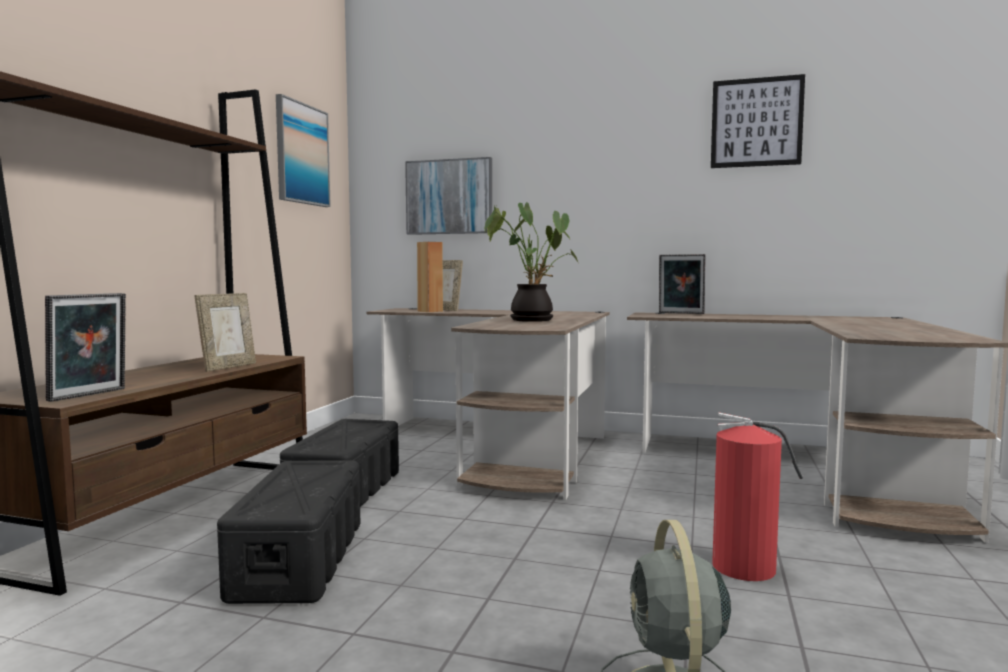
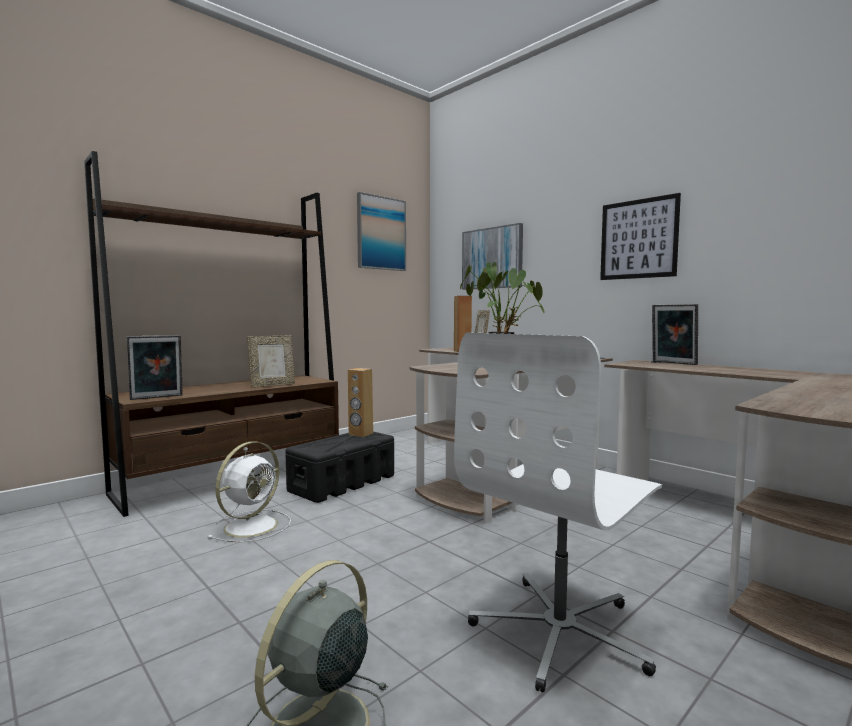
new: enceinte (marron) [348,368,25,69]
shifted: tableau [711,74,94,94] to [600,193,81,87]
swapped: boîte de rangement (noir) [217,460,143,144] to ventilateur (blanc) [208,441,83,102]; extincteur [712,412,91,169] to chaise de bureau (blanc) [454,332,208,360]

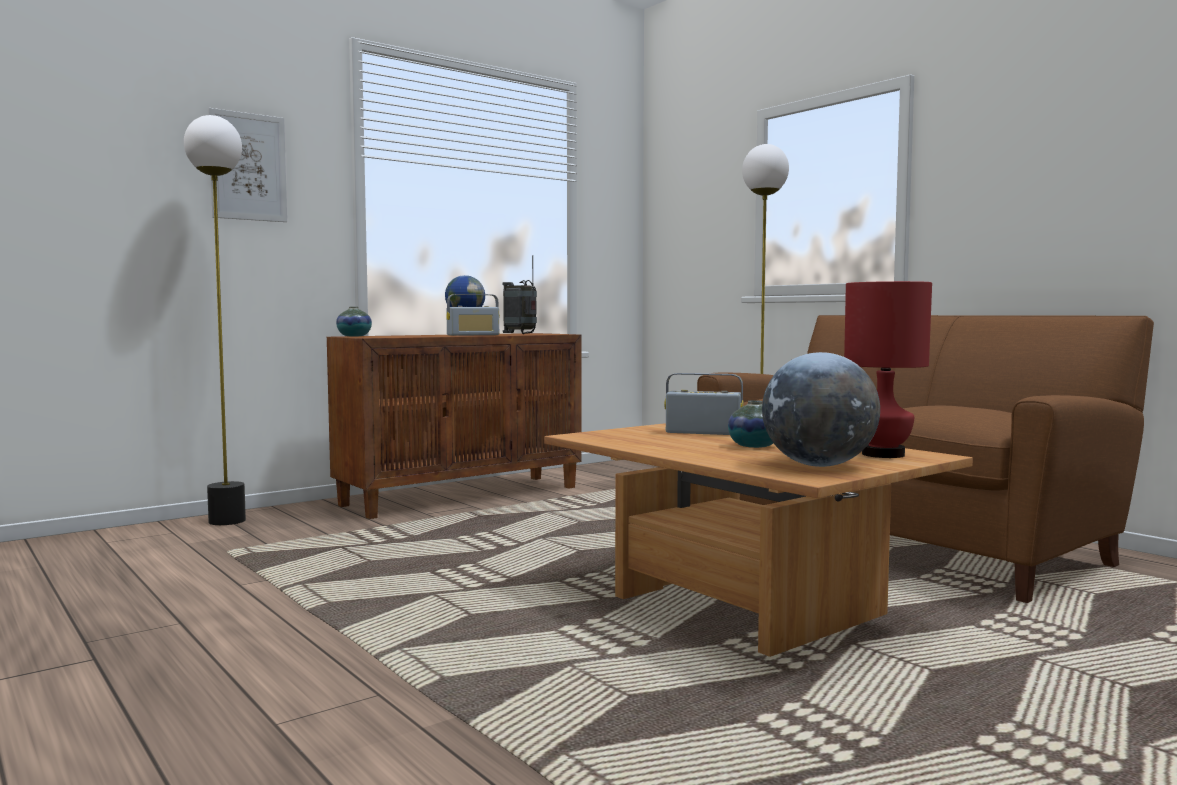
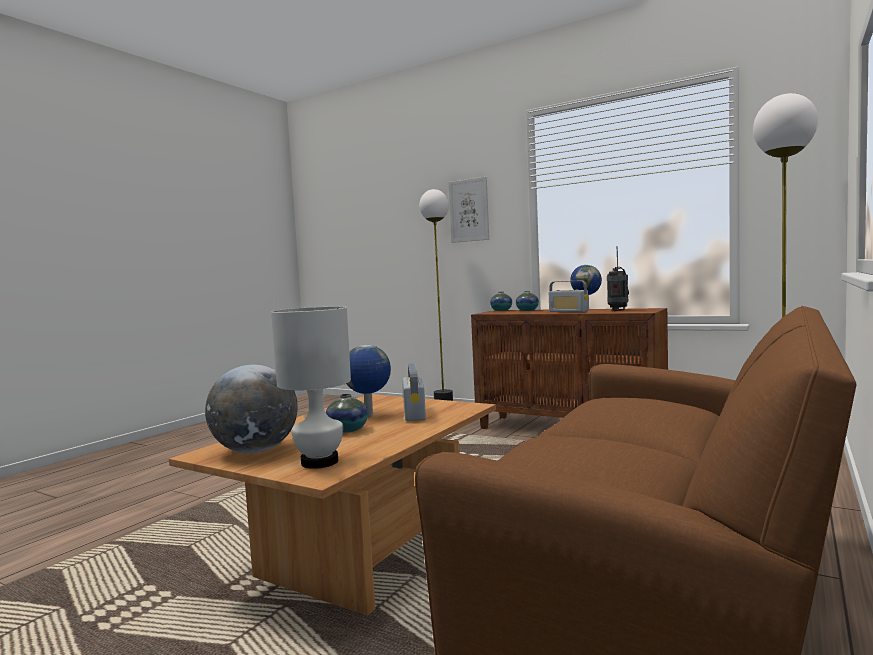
new: globe [346,345,45,72]; vase [516,291,23,20]
repainted: lampe de table (rouge) [844,281,88,177] to lampe de table (blanc) [271,307,80,162]

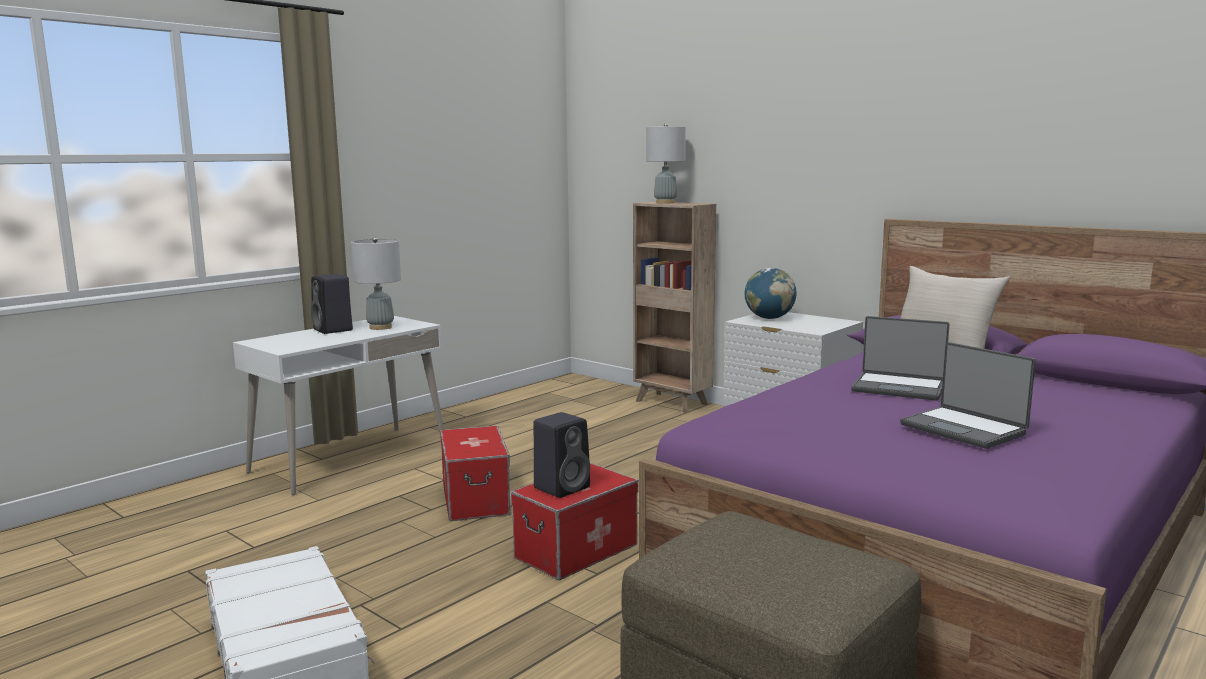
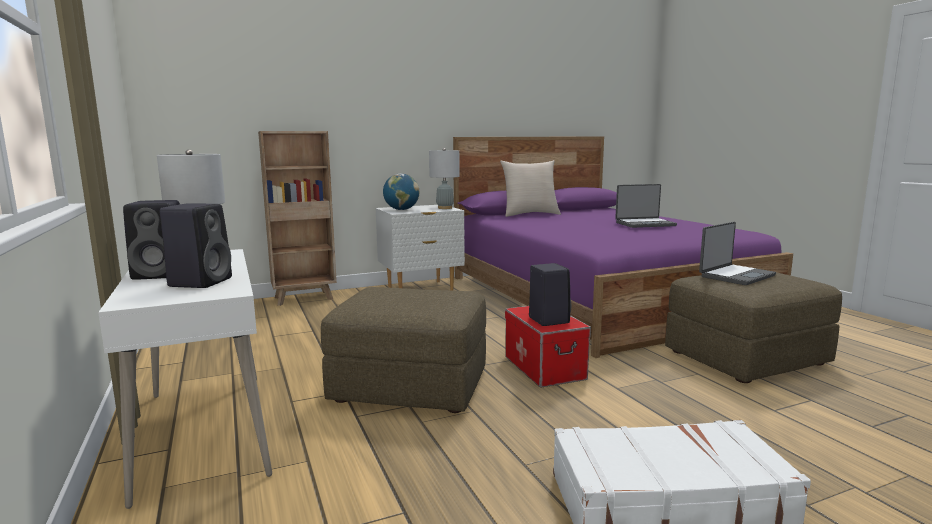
new: enceinte (noir) [160,203,72,85]
shifted: lampe de table (gris) [646,123,40,81] to [429,148,31,61]; ordinateur portable [851,316,99,85] to [699,222,77,63]
swapped: boîte de rangement [440,426,71,95] to pouf (marron) [321,287,165,126]

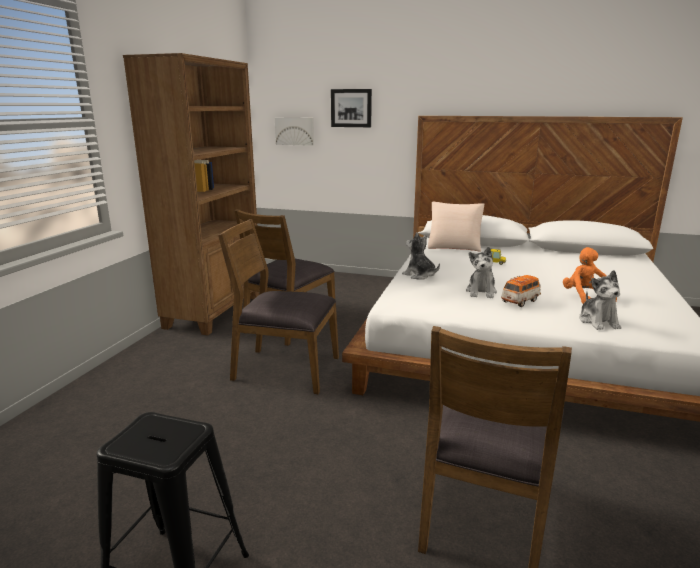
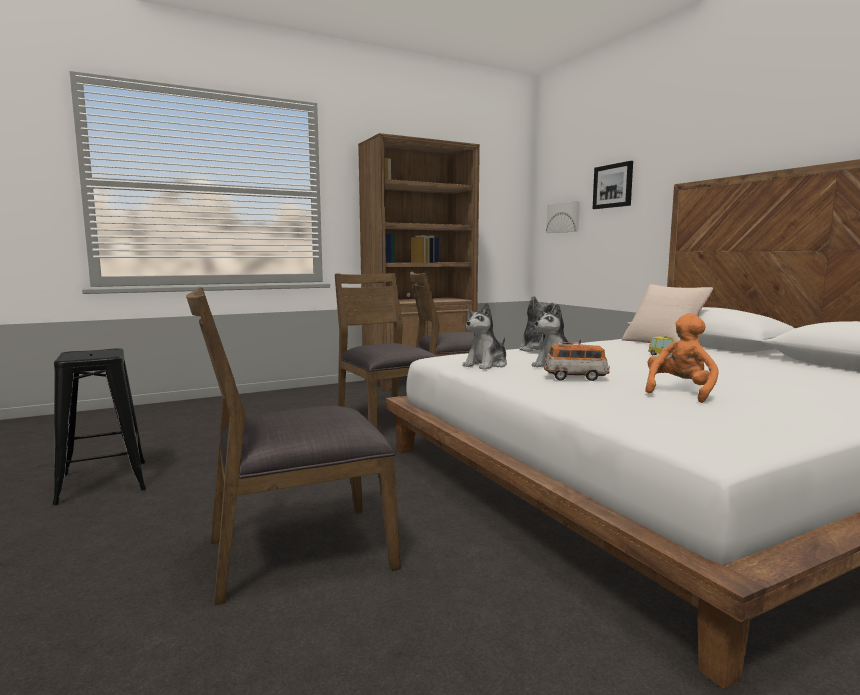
shifted: peluche [579,270,42,60] to [462,303,45,67]

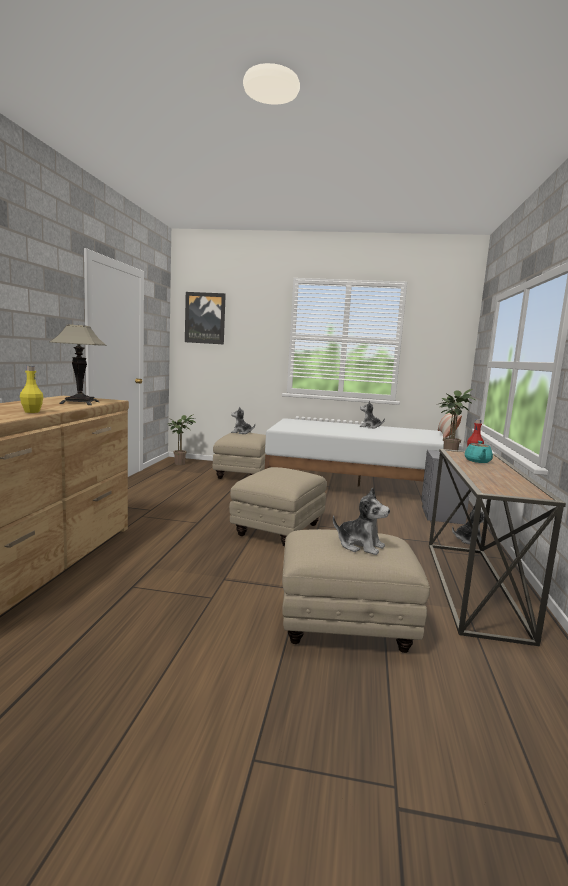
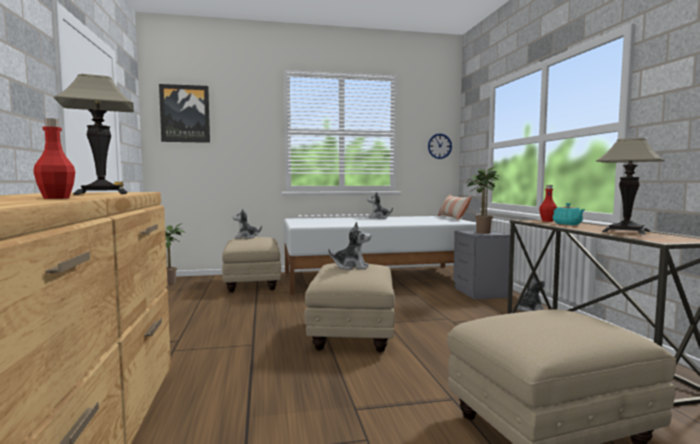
new: horloge murale [428,133,24,26]; lampe de table [596,138,69,97]
shifted: peluche [333,488,57,67] to [328,222,43,48]
repainted: bouteille (jaune) [20,366,23,47] to bouteille (rouge) [33,118,42,81]

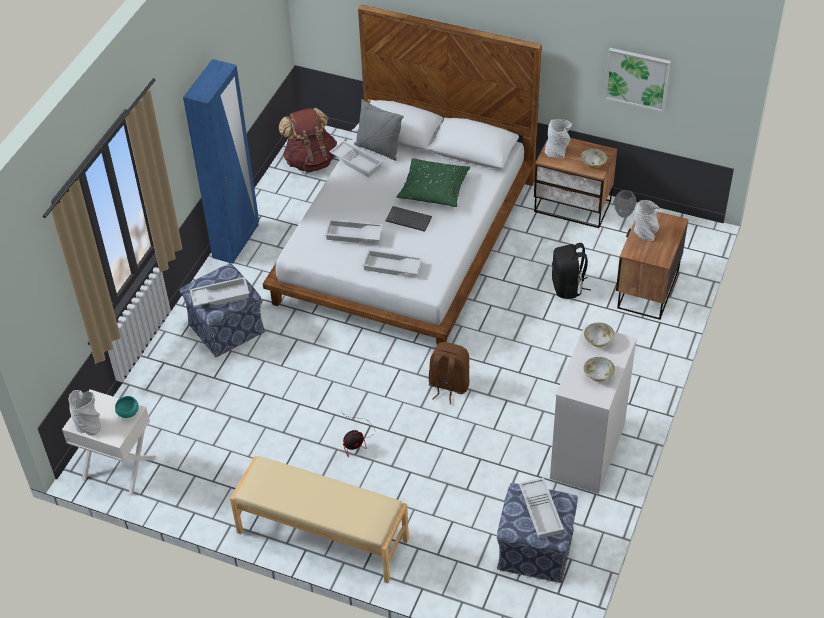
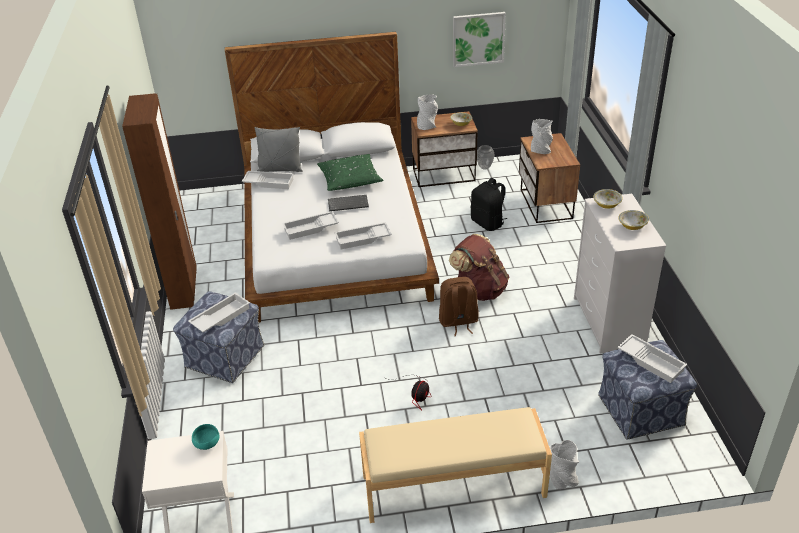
shifted: sac à dos (marron) [278,108,59,64] to [449,234,60,67]; vase (gris) [69,390,32,46] to [550,440,29,49]
repainted: armoire (bleu) [183,59,76,205] to armoire (marron) [122,93,75,217]

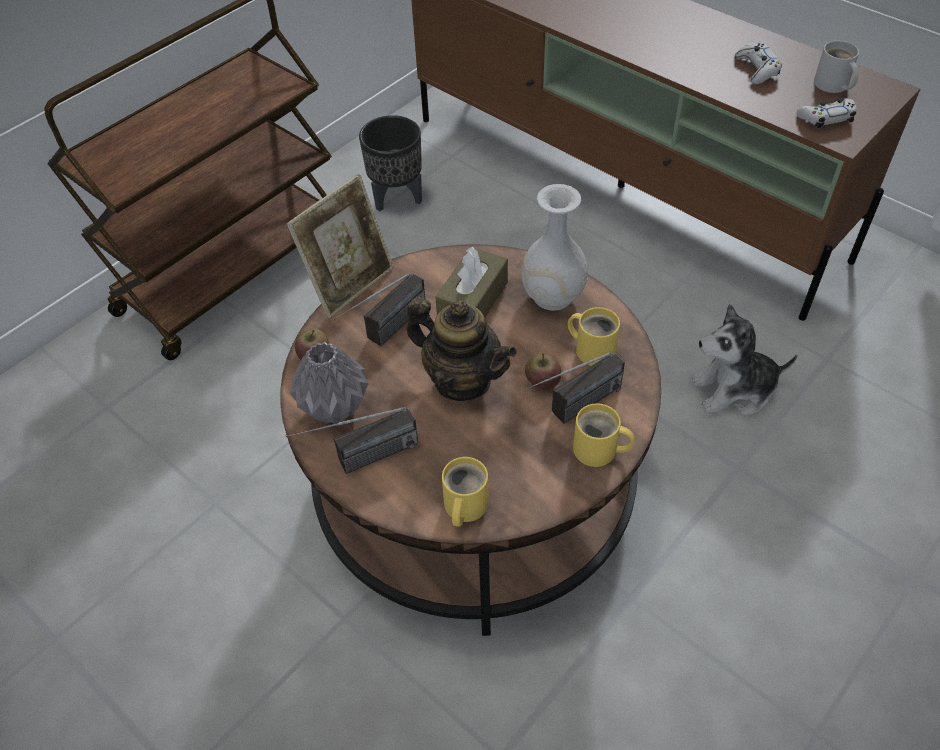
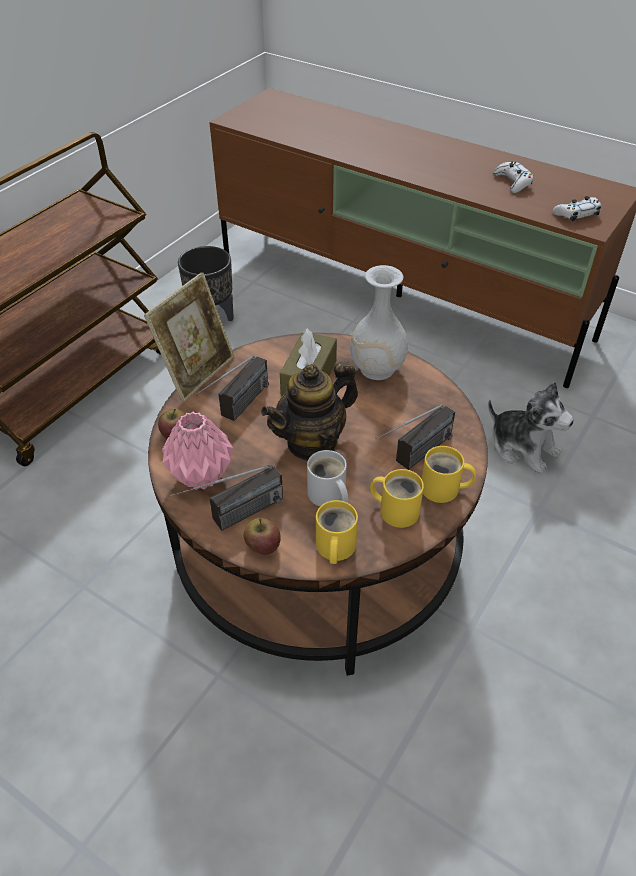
shifted: pomme [525,354,36,36] to [244,518,37,37]; mug (blanc) [814,40,45,53] to [307,450,41,56]; mug (jaune) [568,307,52,59] to [370,469,54,59]
repainted: vase (gris) [290,342,79,82] to vase (rose) [162,412,71,78]
rotated: théière [407,297,110,104] = [261,361,97,100] 120 degrees clockwise; peluche [691,304,107,112] = [488,381,86,93] 120 degrees counterclockwise

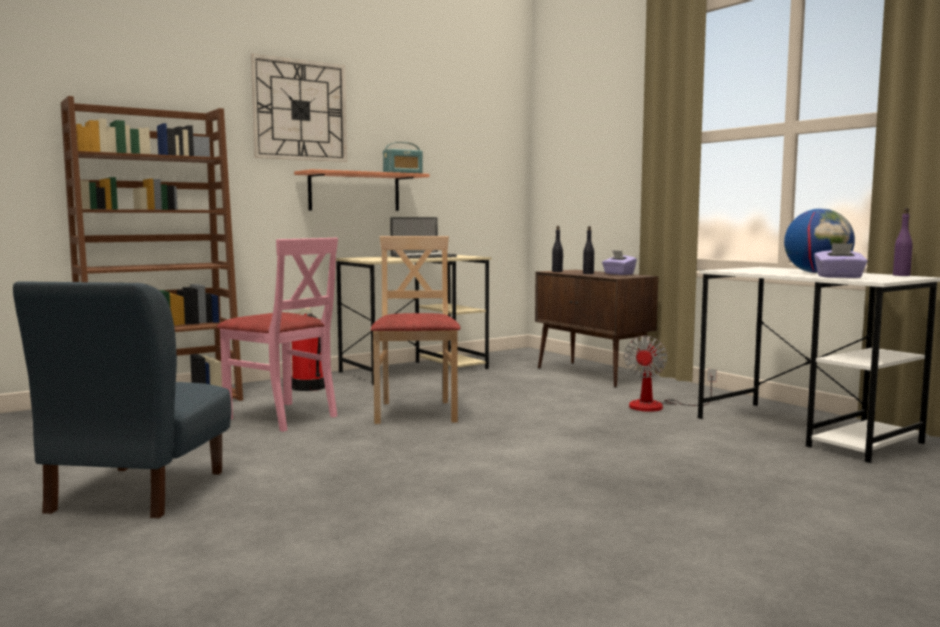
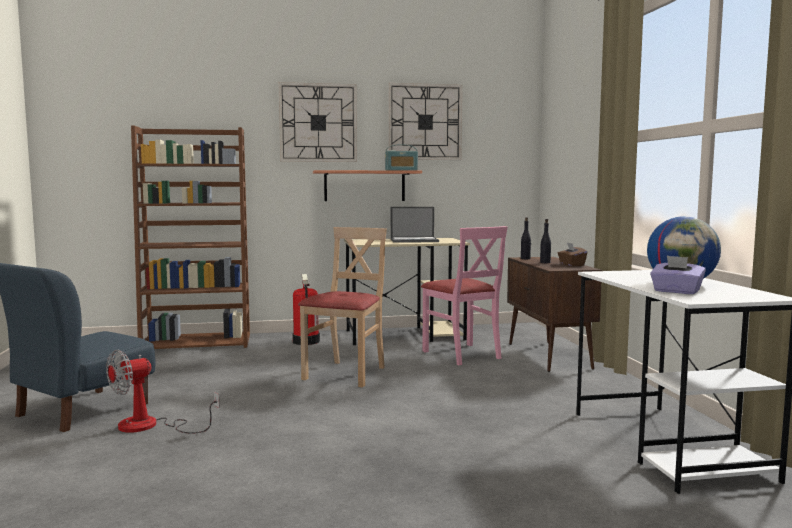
gone: bouteille (violet) [893,208,20,68]
new: horloge murale [388,83,74,77]
shifted: ventilateur [624,336,93,76] to [106,349,113,84]; chaise (rose) [217,238,121,194] to [421,226,87,139]
repainted: boîte à mouchoirs (violet) [602,250,35,25] to boîte à mouchoirs (marron) [558,242,29,24]

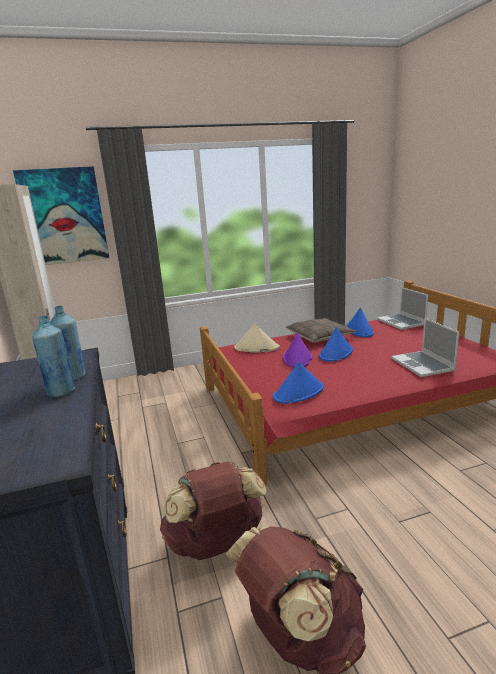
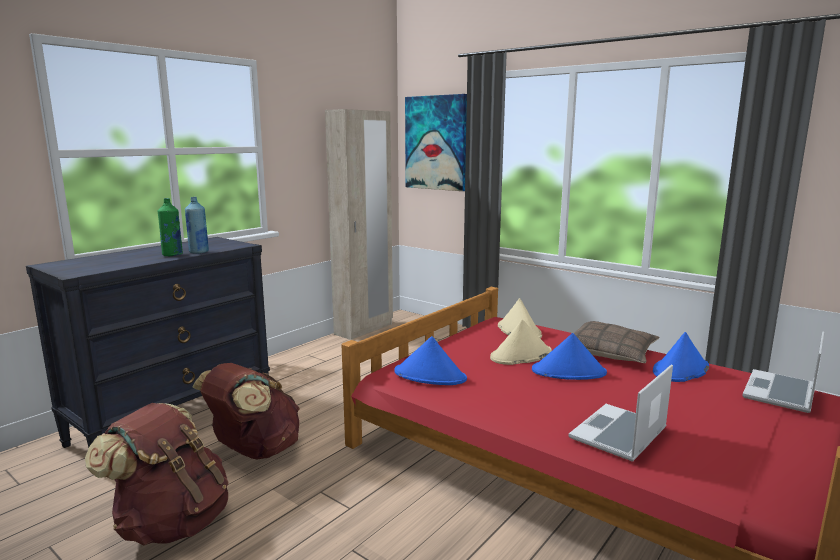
repainted: bouteille (bleu) [32,316,43,81] to bouteille (vert) [158,198,25,58]; chapeau (violet) [283,332,29,36] to chapeau (beige) [490,319,62,46]

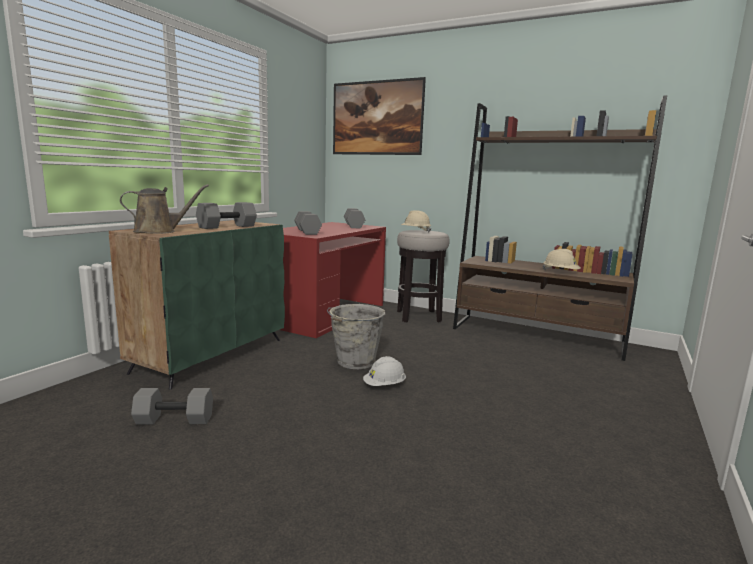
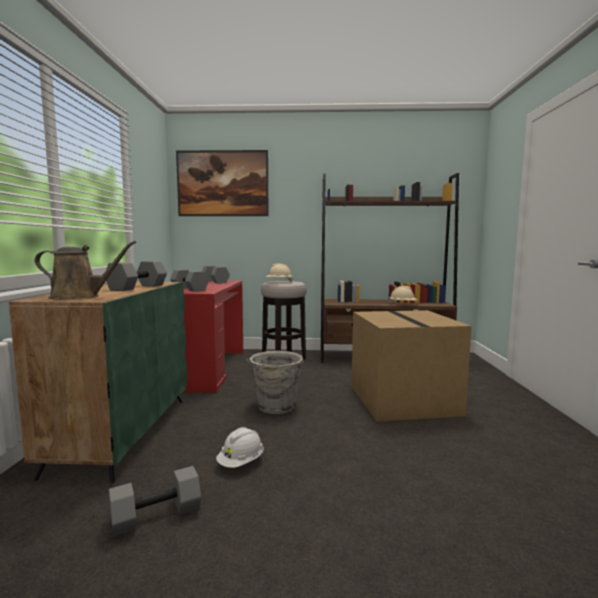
new: carton [351,310,121,111]
shifted: casque de chantier (blanc) [363,356,43,30] to [216,427,48,41]
rotated: arrosoir (marron) [120,184,89,50] = [35,241,101,59] 45 degrees clockwise

